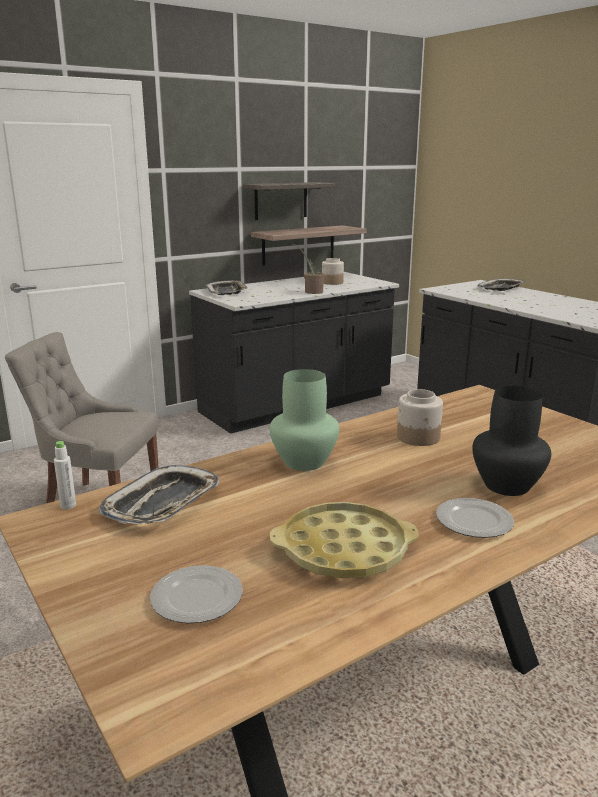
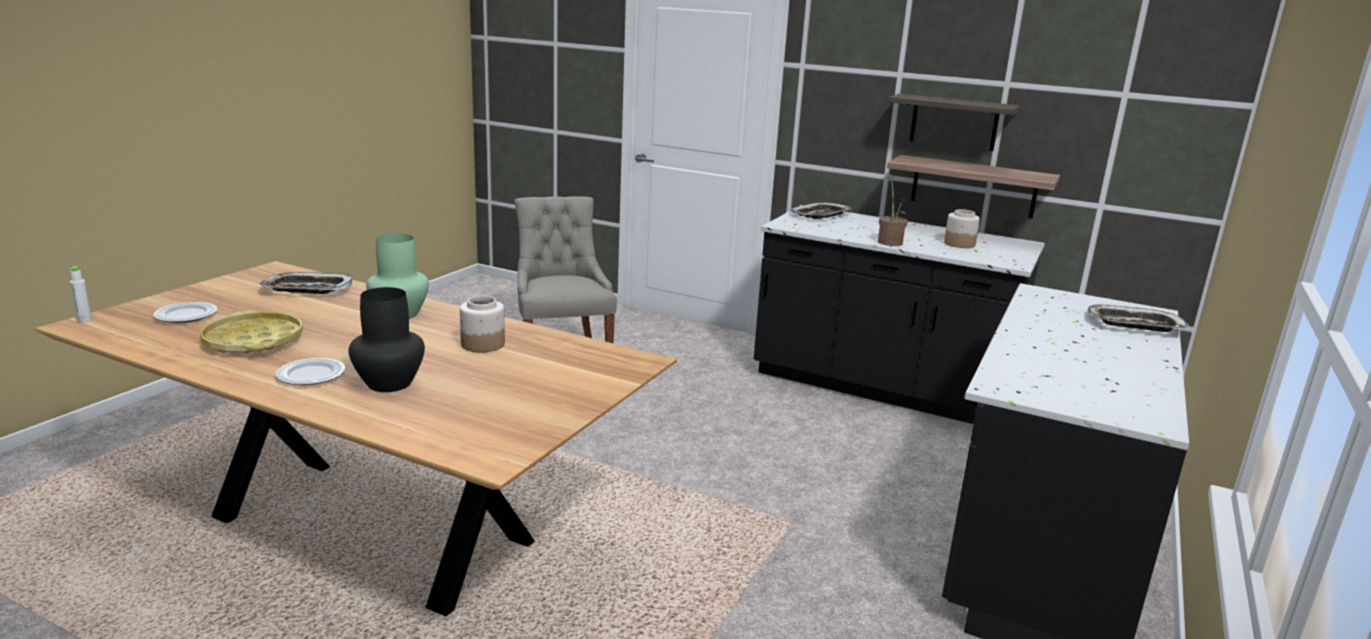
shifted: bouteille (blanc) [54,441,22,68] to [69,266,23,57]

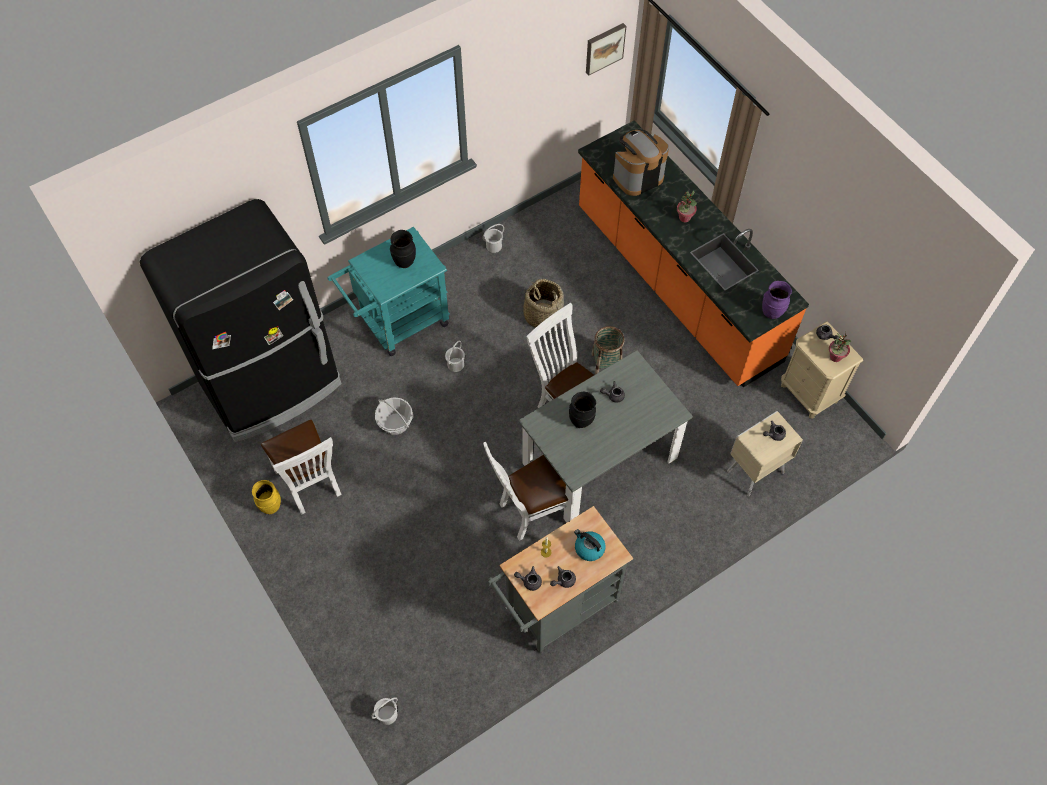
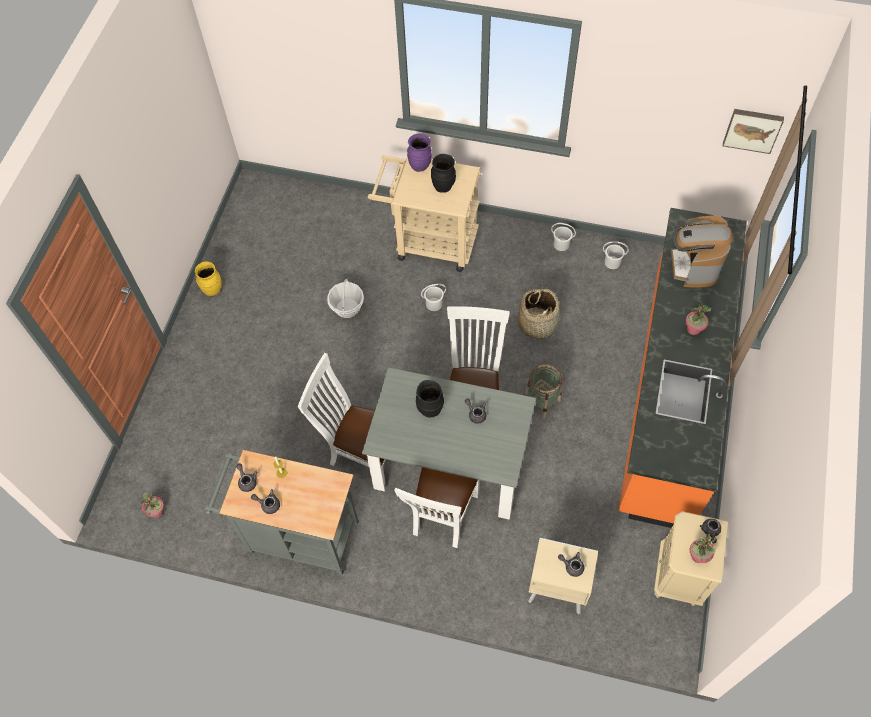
gone: réfrigérateur (noir) [140,199,202,243]; bouilloire [574,529,31,32]
new: plante en pot [140,493,24,25]
shifted: chaise (blanc) [261,420,81,95] to [394,467,86,81]; vase (violet) [762,281,30,38] to [407,133,25,39]; seau (blanc) [372,697,26,28] to [603,241,26,28]
repainted: chariot (turquoise) [328,227,122,129] to chariot (beige) [368,155,113,117]
rotated: machine à café [613,129,56,67] = [671,215,62,73] 105 degrees counterclockwise

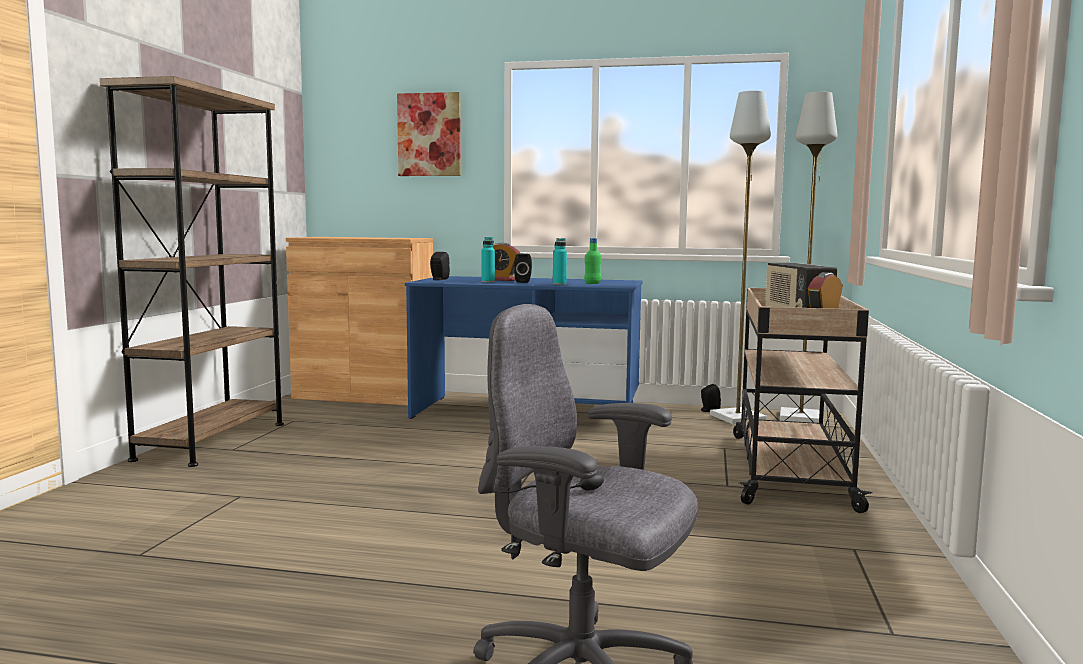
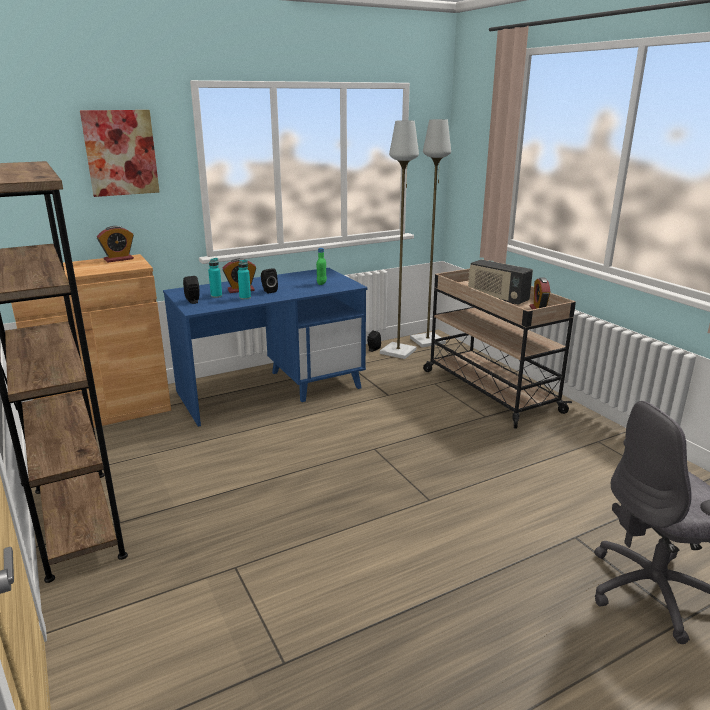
new: réveil [97,226,37,36]
shifted: bouteille (turquoise) [553,238,14,47] to [208,258,14,40]

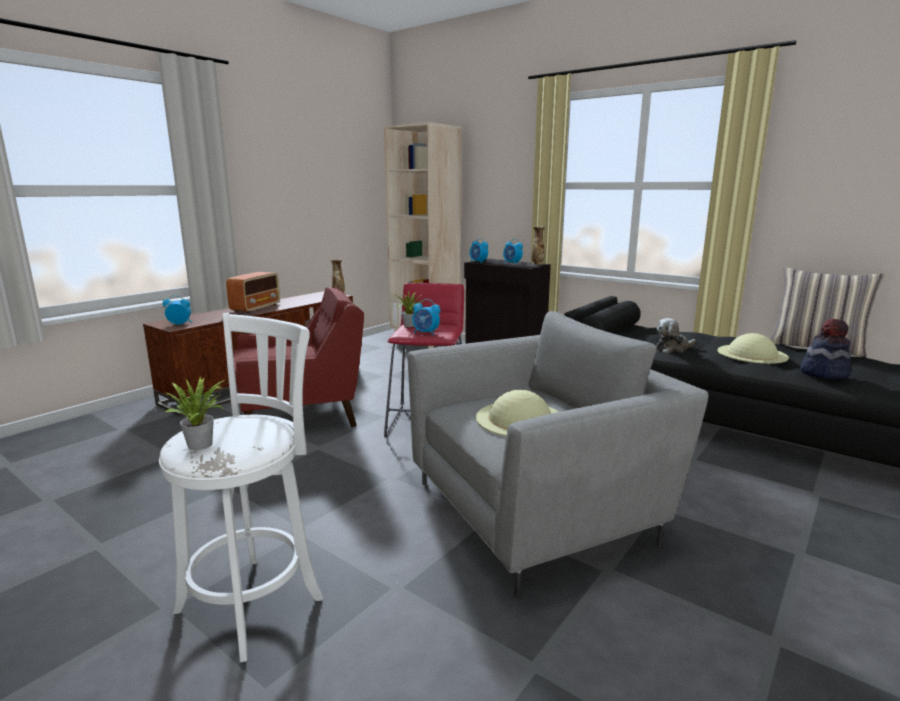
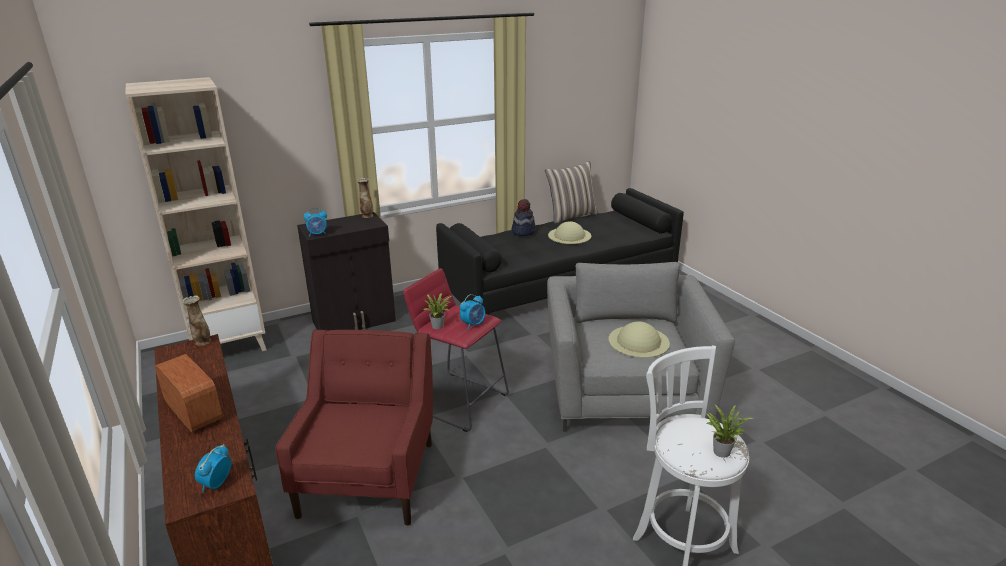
gone: réveil [503,239,20,25]; peluche [656,318,40,35]
shifted: chapeau [800,319,51,60] to [512,199,24,37]

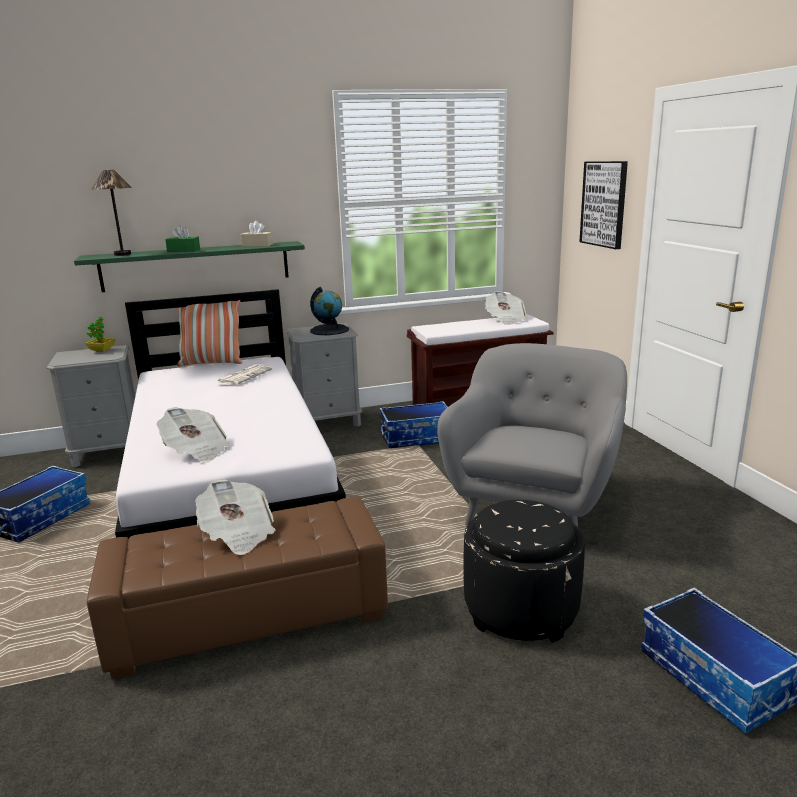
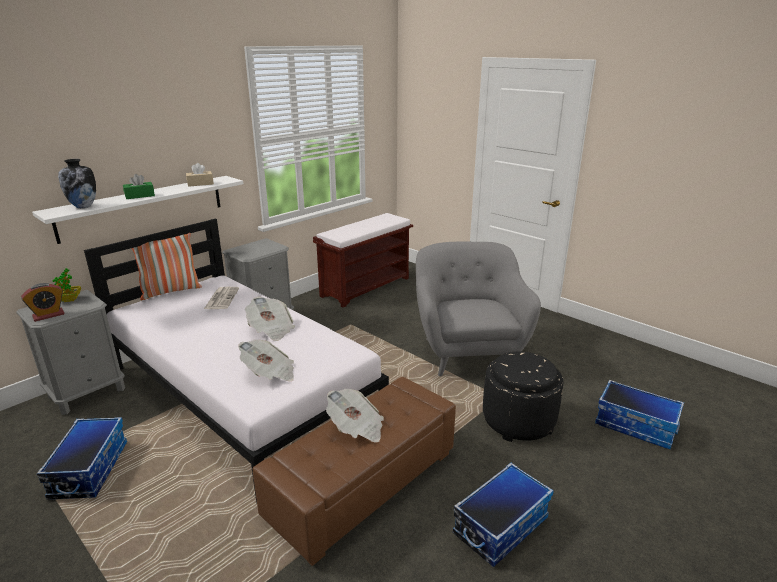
gone: globe [310,287,39,48]; tableau [579,161,49,88]
new: réveil [21,283,44,39]
shifted: journal [485,291,41,34] to [245,296,50,45]; boîte de rangement [379,401,69,47] to [453,463,101,104]
swapped: lampe de table [91,170,41,86] to vase [58,159,38,49]
repainted: étagère (vert) [74,241,231,51] to étagère (blanc) [32,176,211,68]

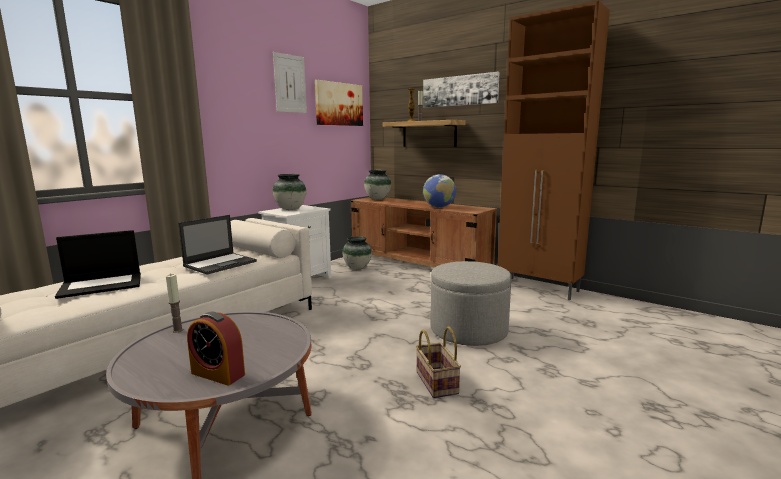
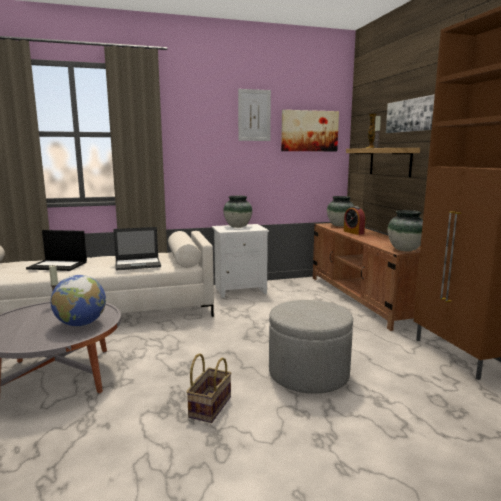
shifted: globe [423,174,33,34] to [51,275,55,51]; réveil [187,311,58,75] to [344,206,21,29]; vase [342,236,30,34] to [387,210,36,41]

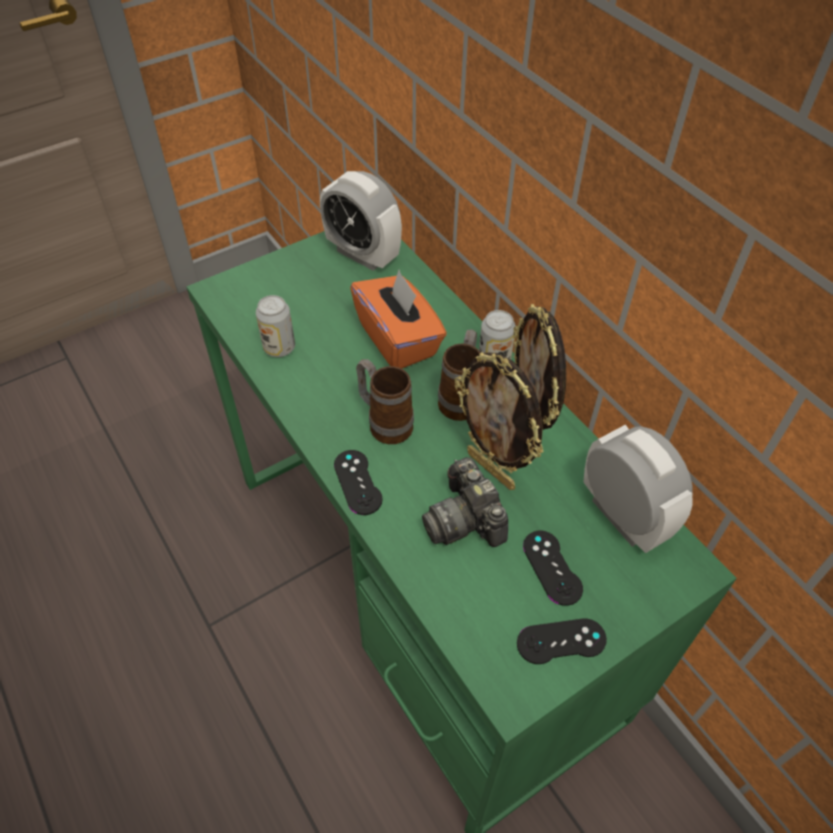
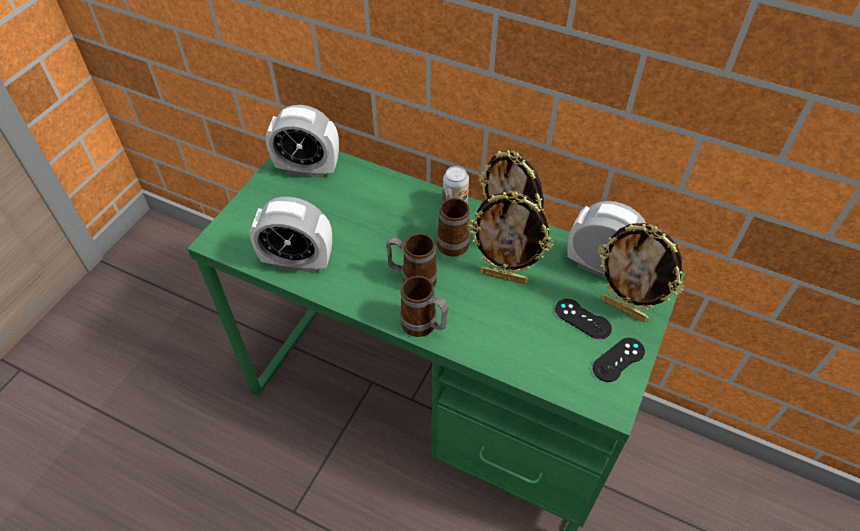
gone: boîte à mouchoirs (orange) [350,270,97,99]; appareil photo [422,457,86,90]
new: cadre photo [598,223,86,99]
swapped: boîte métallique [256,295,39,62] to réveil [250,197,82,76]; manette (noir) [334,450,49,65] to mug [400,276,49,61]

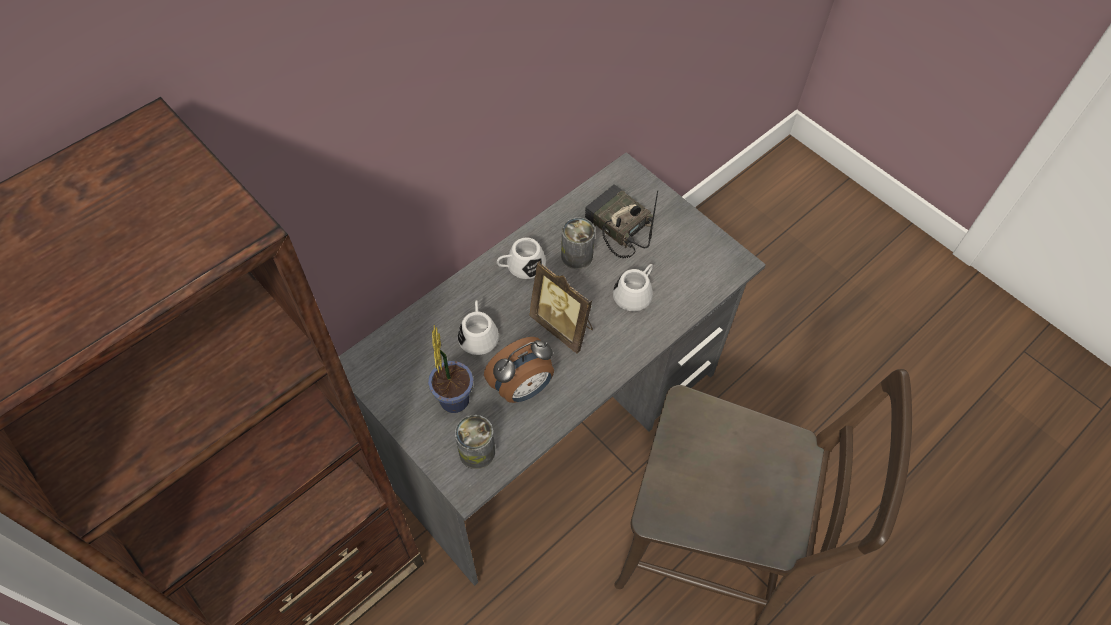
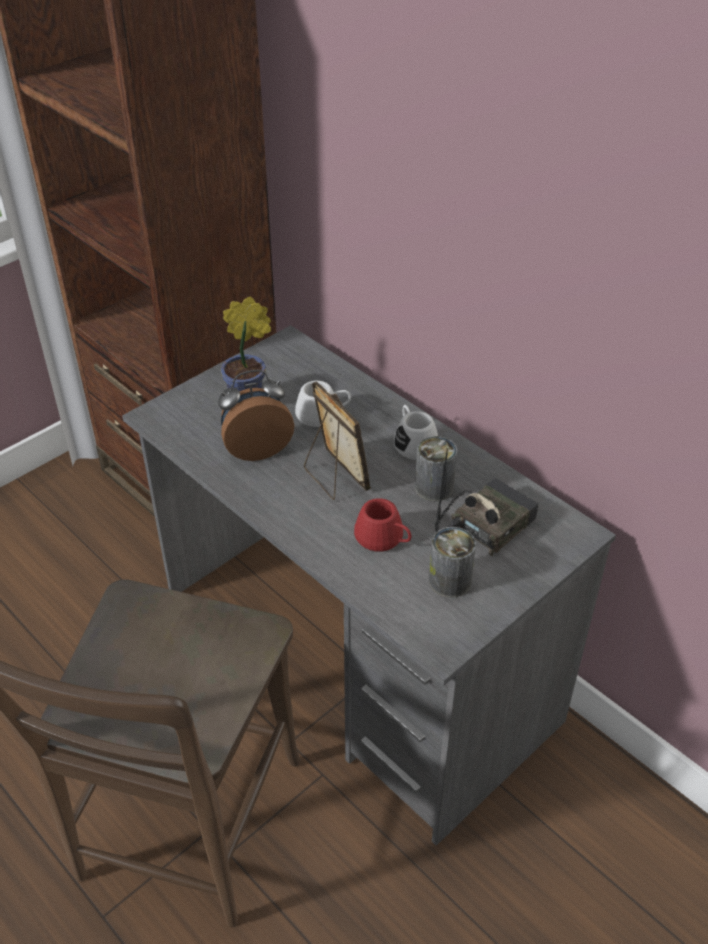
shifted: boîte métallique [455,415,40,54] to [429,527,47,71]
repainted: mug (blanc) [613,264,40,47] to mug (rouge) [354,498,57,54]
rotated: réveil [484,337,70,66] = [218,370,76,91] 105 degrees clockwise; cadre photo [529,260,64,94] = [304,381,67,119] 105 degrees clockwise

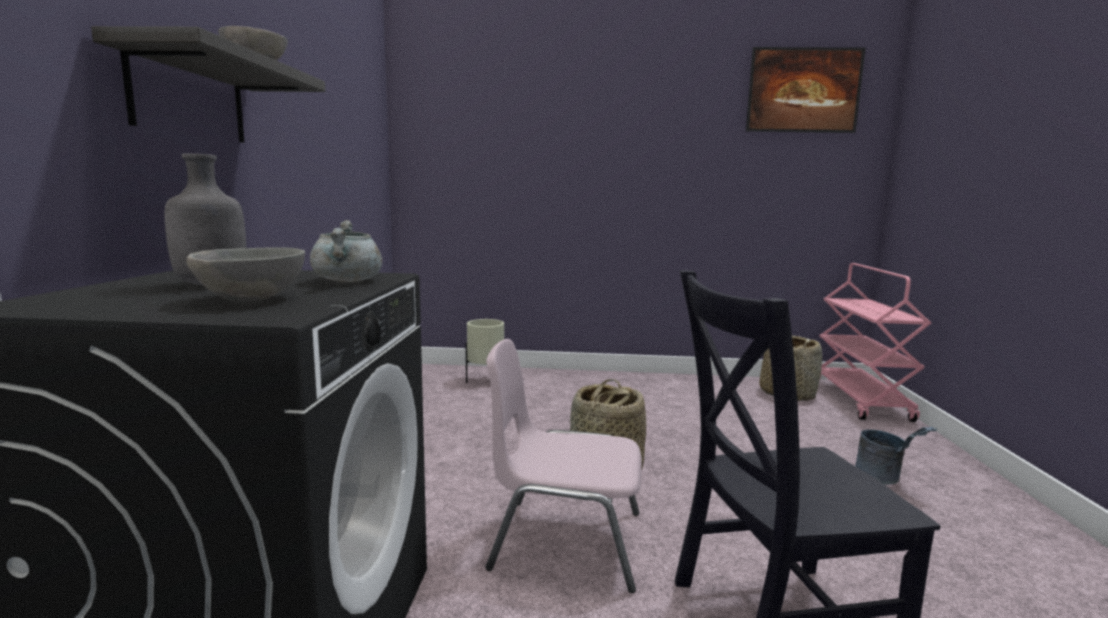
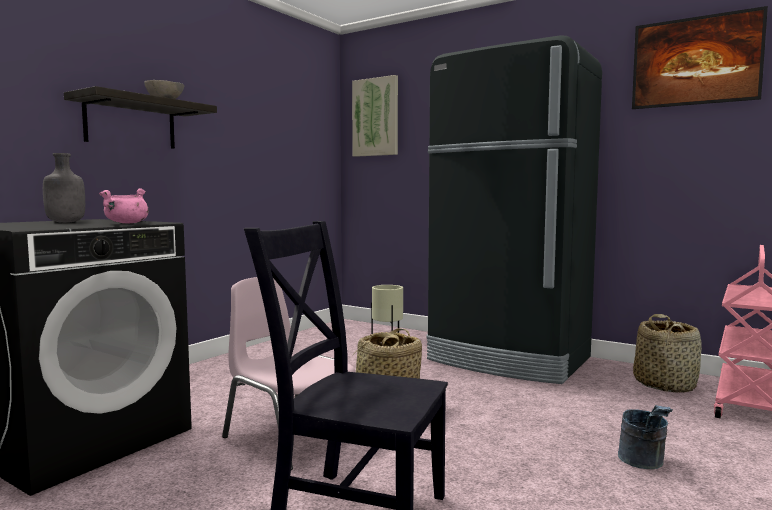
gone: bol (gris) [186,247,119,54]
new: tableau [352,75,46,82]; réfrigérateur (noir) [426,35,176,349]
repainted: marmite (gris) [310,220,72,62] to marmite (rose) [99,188,50,36]

